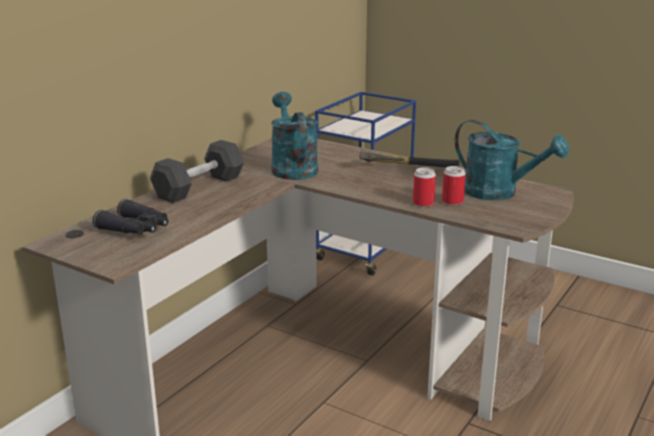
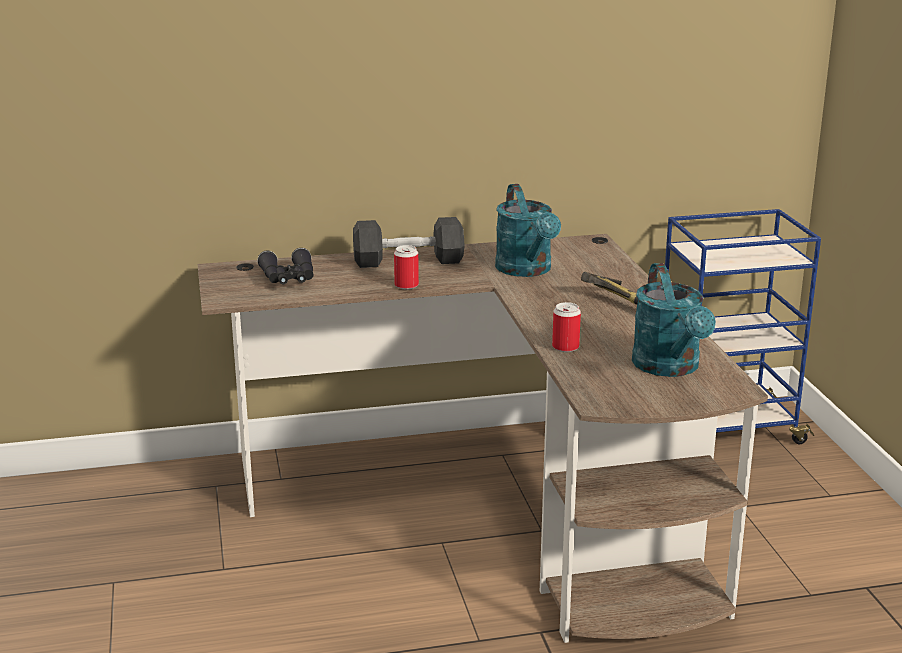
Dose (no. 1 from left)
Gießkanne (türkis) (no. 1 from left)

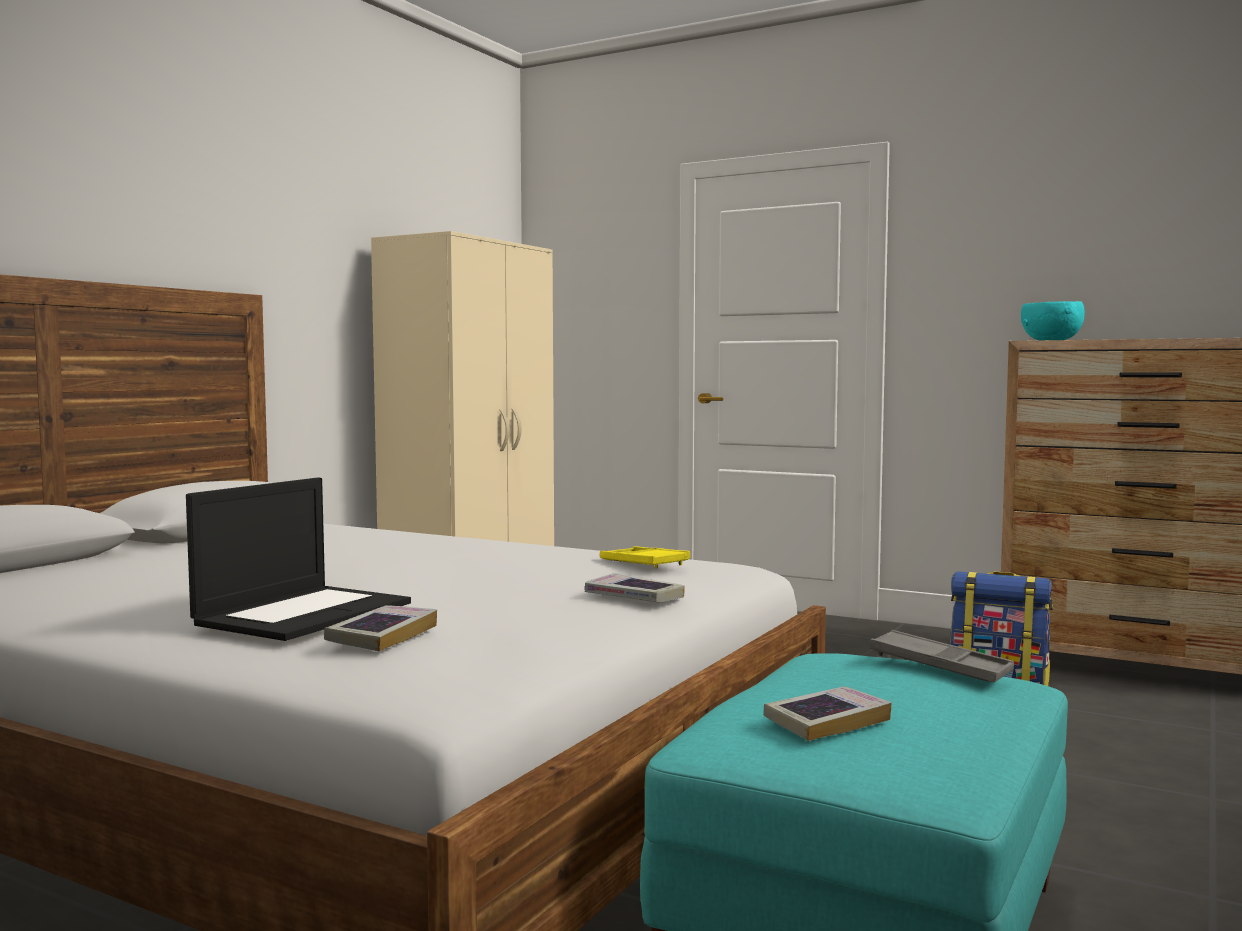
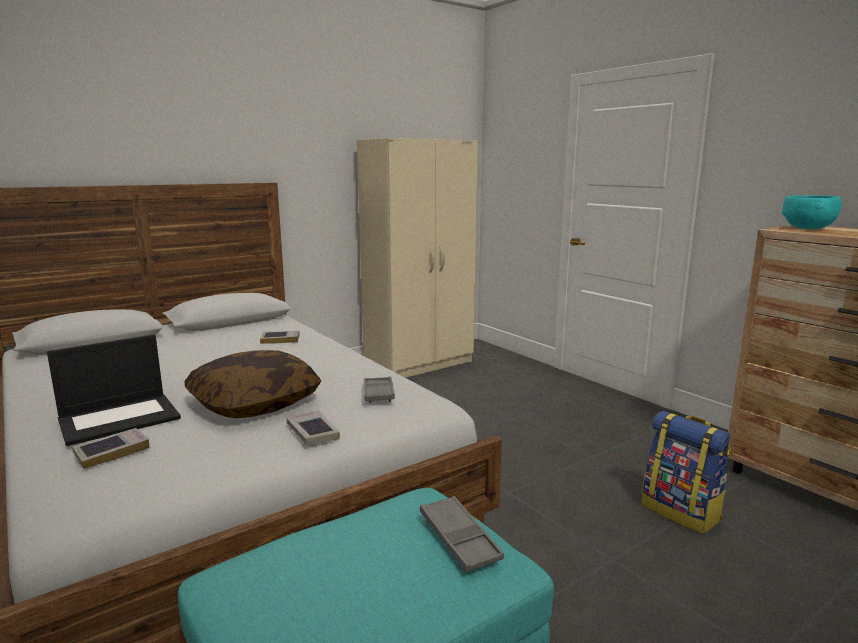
Kissen
Buch (no. 2 from left)
Tablett (grau) (no. 1 from left)

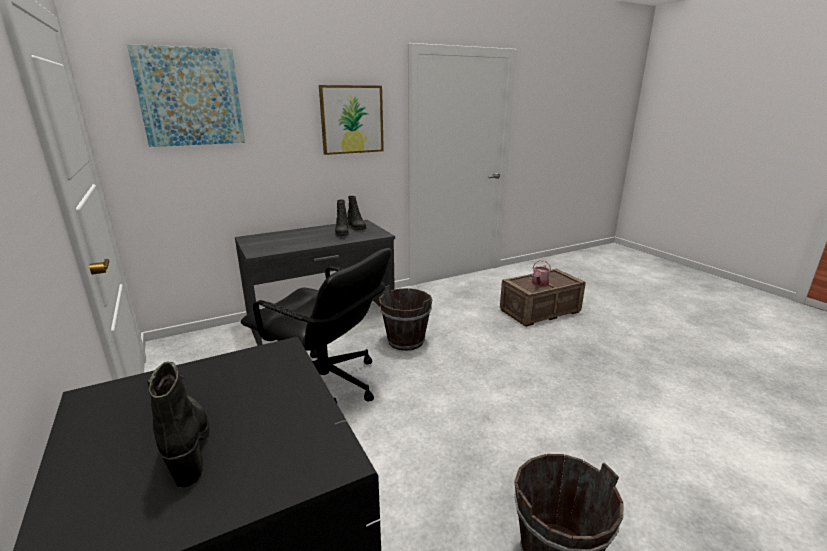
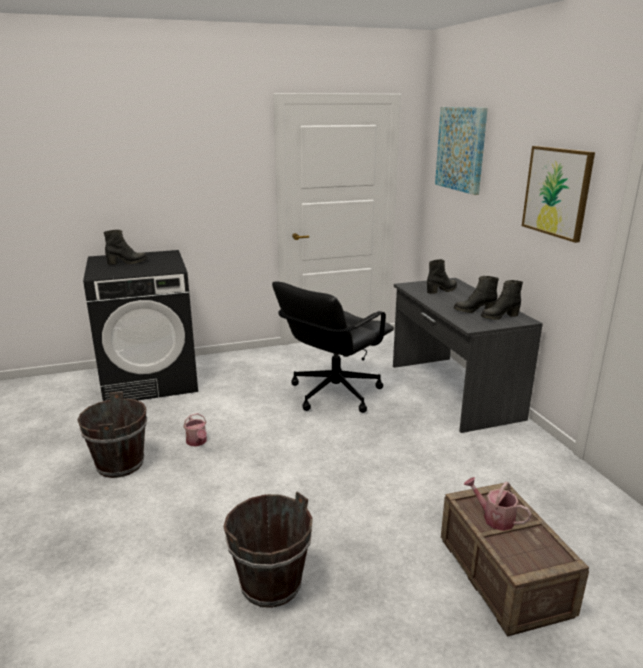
Gießkanne (no. 1 from left)
Stiefel (schwarz) (no. 2 from left)
Eimer (braun) (no. 2 from left)

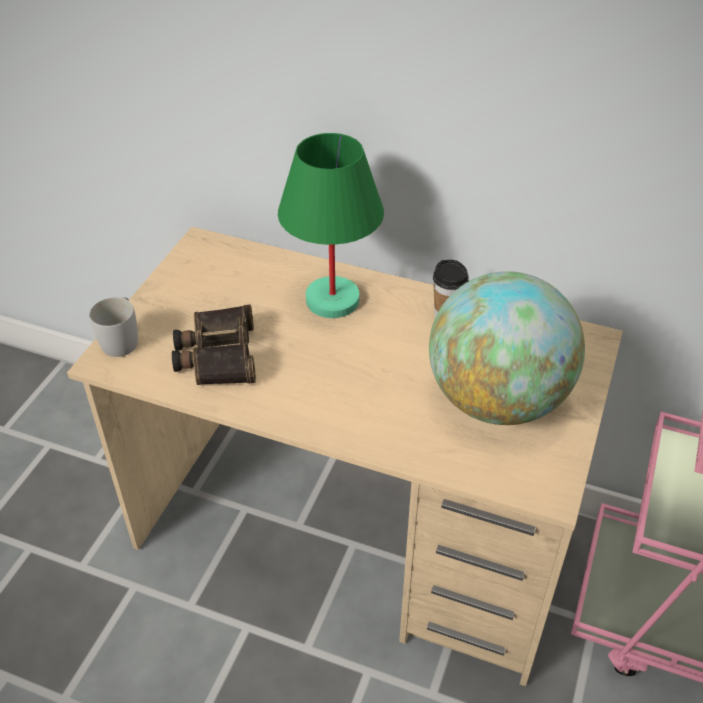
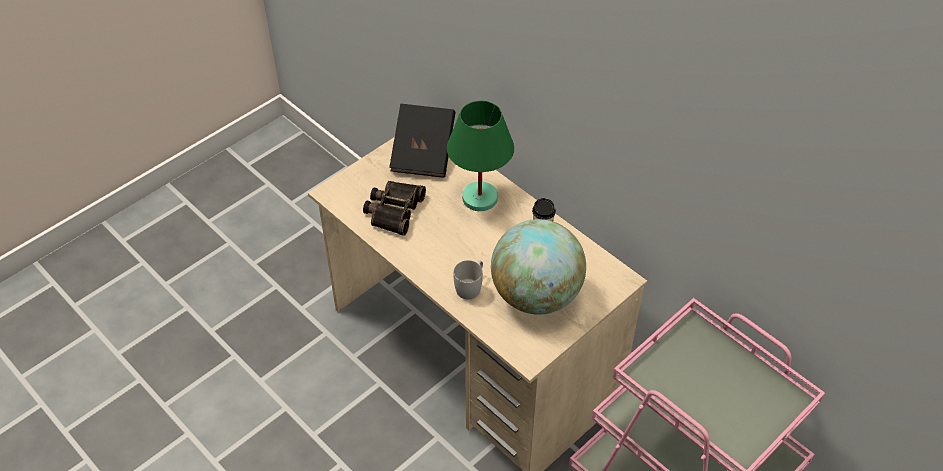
Buch (schwarz)
Henkelbecher (weiß)

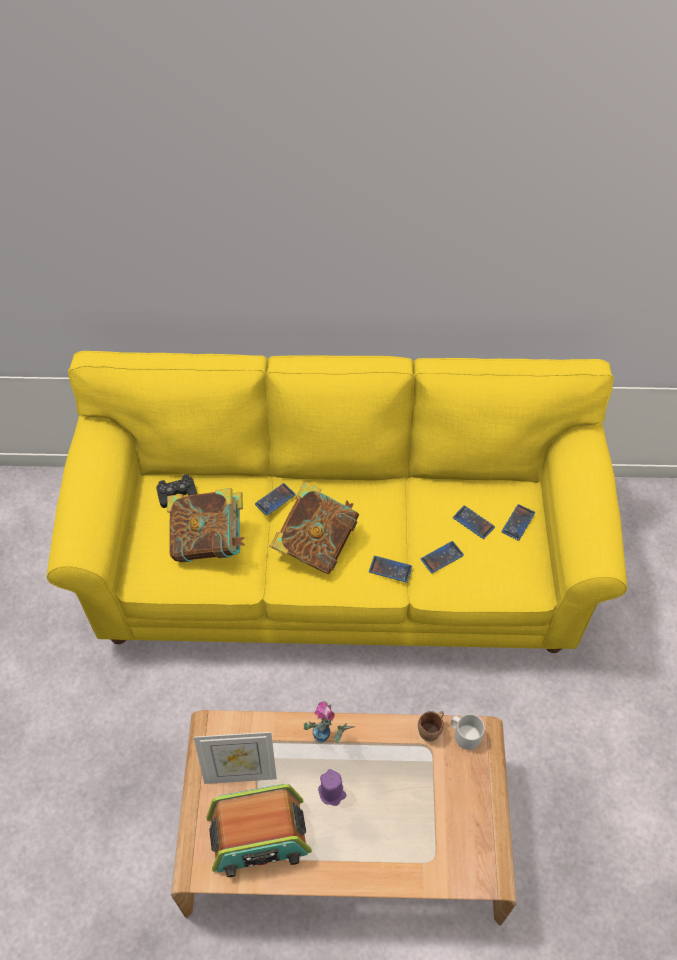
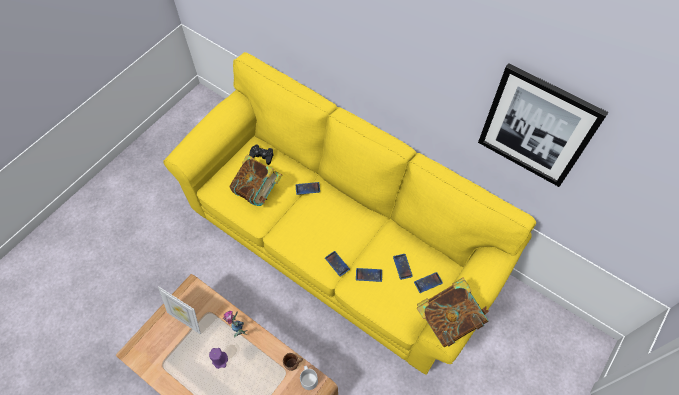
Radio
Bild
Buch (no. 2 from left)

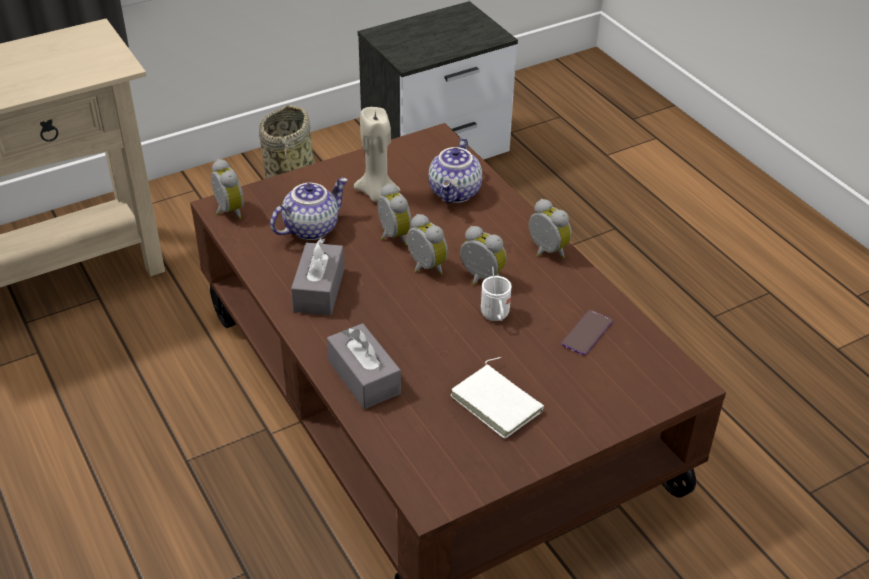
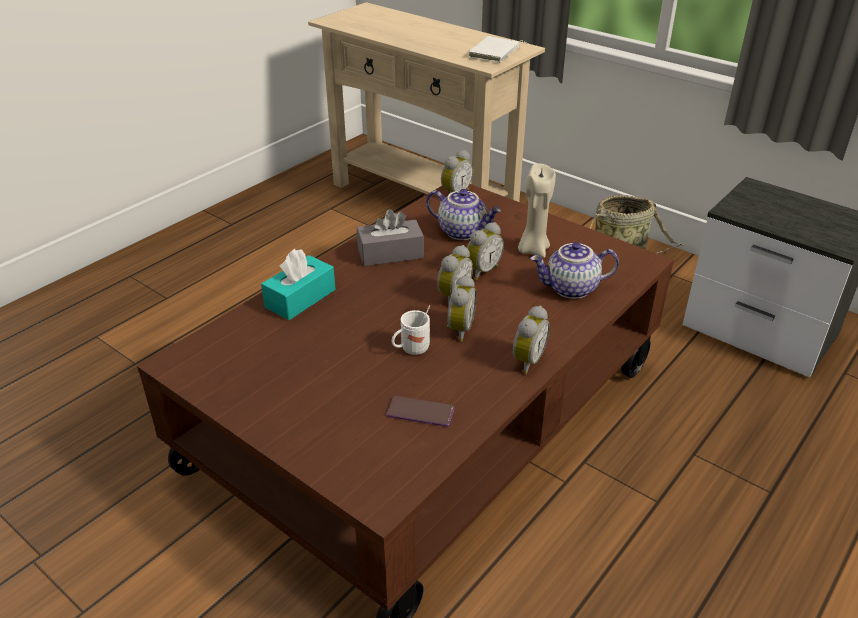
Buch (weiß)
Taschentuchbox (türkis)

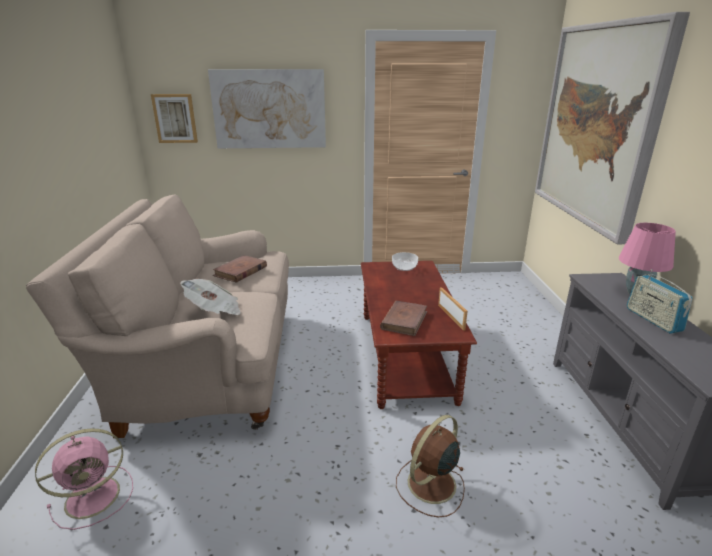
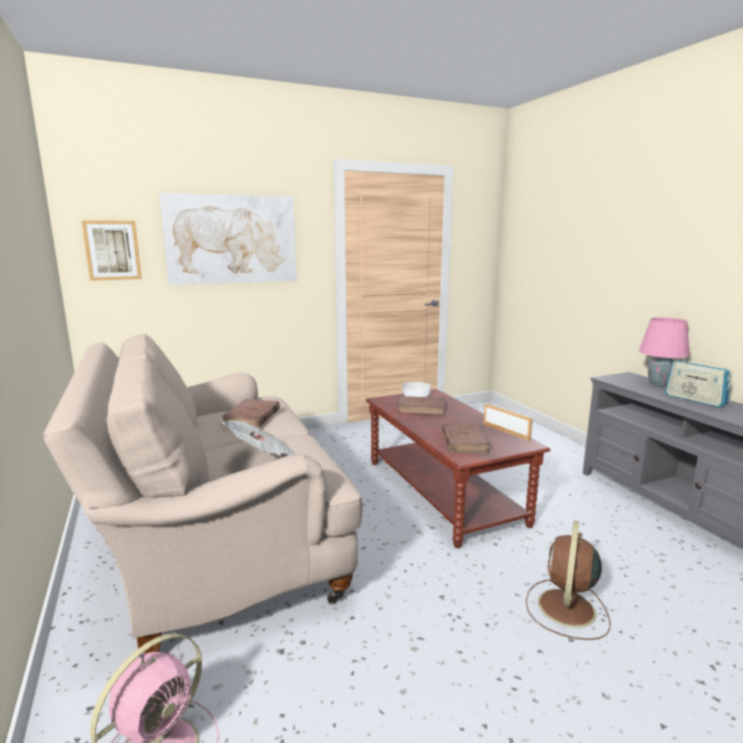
Bild (no. 3 from left in the first image)
Buch (braun) (no. 2 from left)

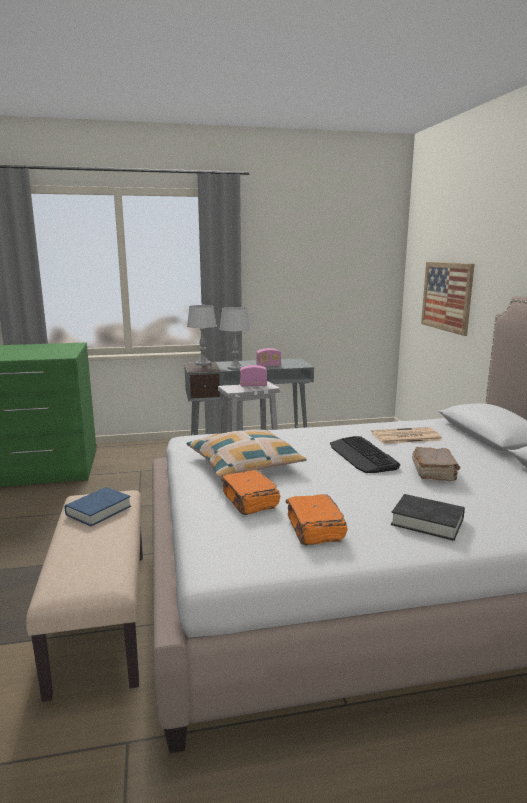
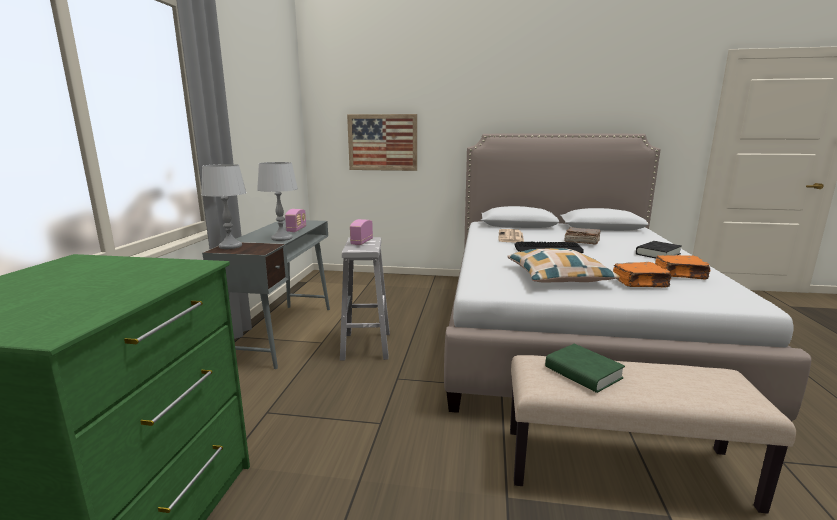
Buch (grün)

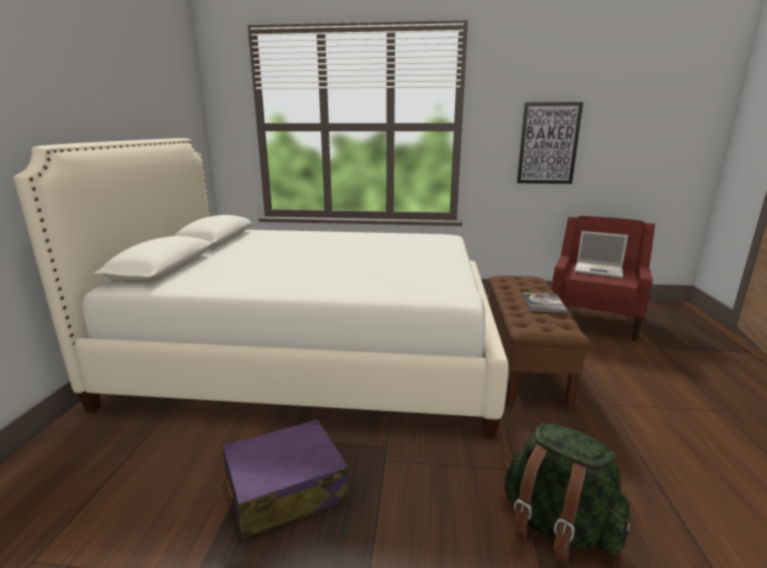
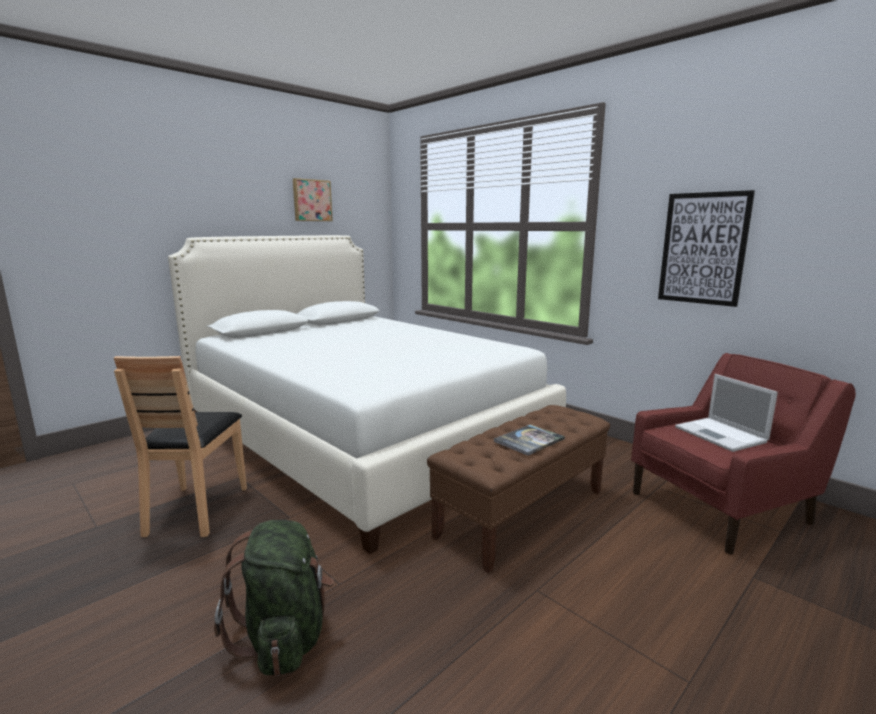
Bild (no. 1 from left)
Stuhl (braun)

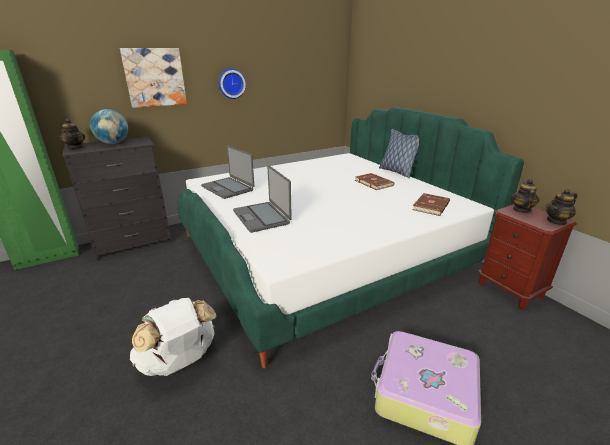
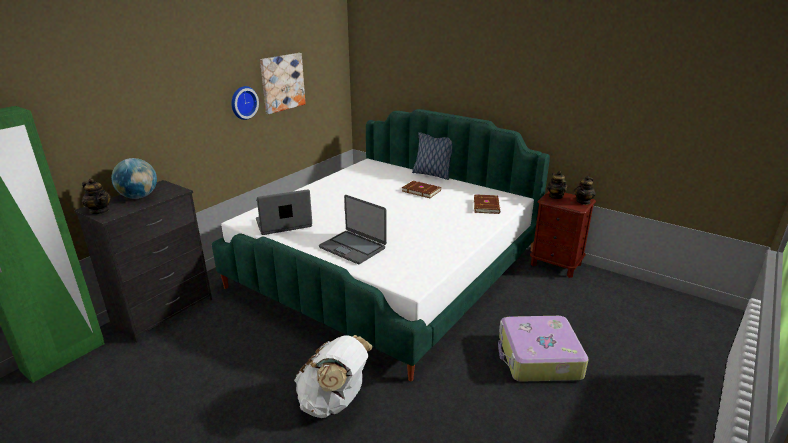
Bild
Laptop (no. 1 from left)

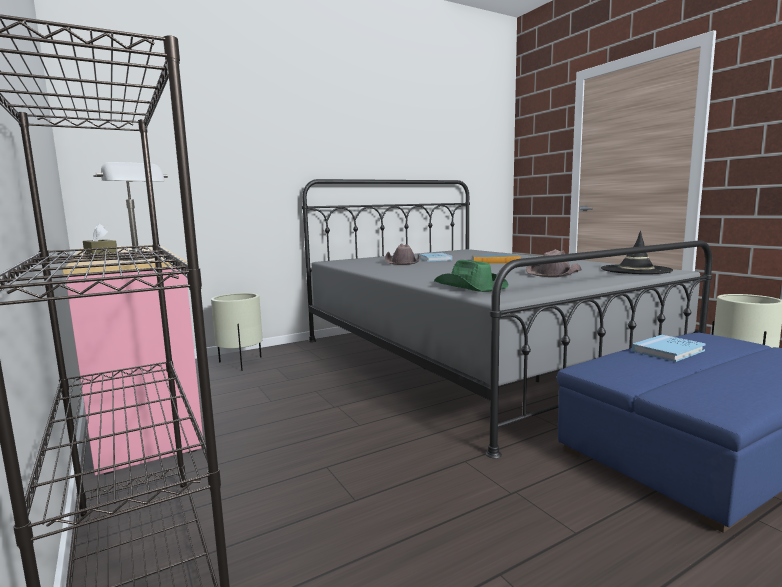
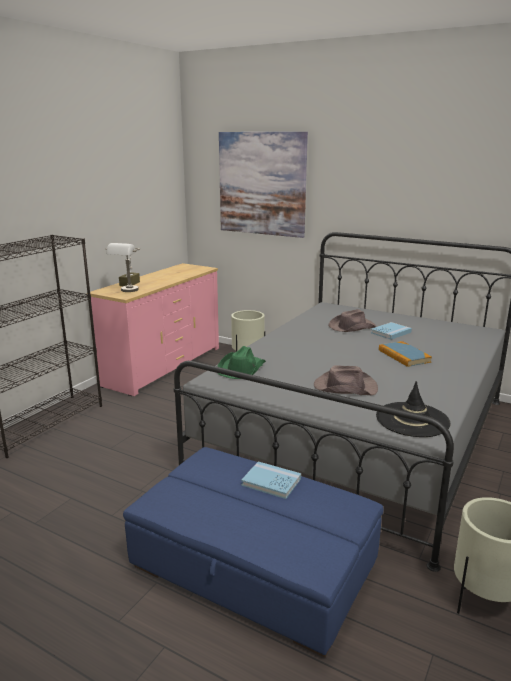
Bild

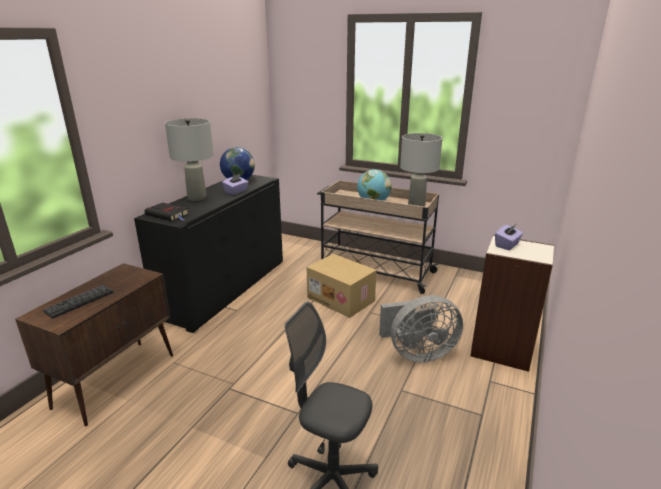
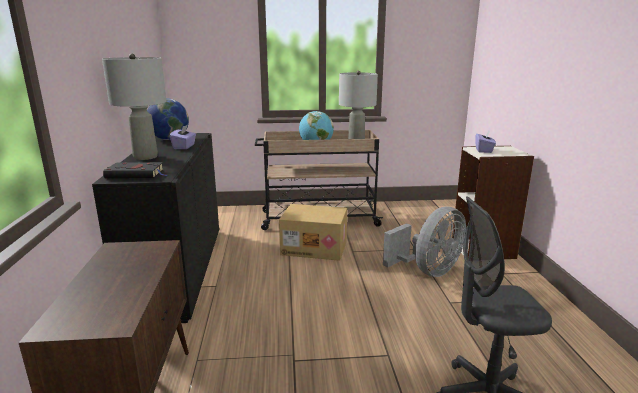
Tastatur

